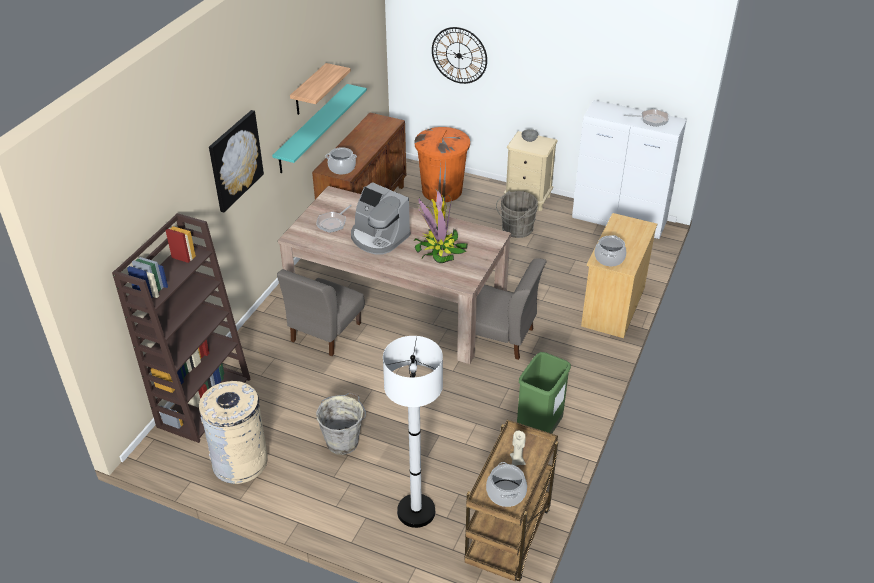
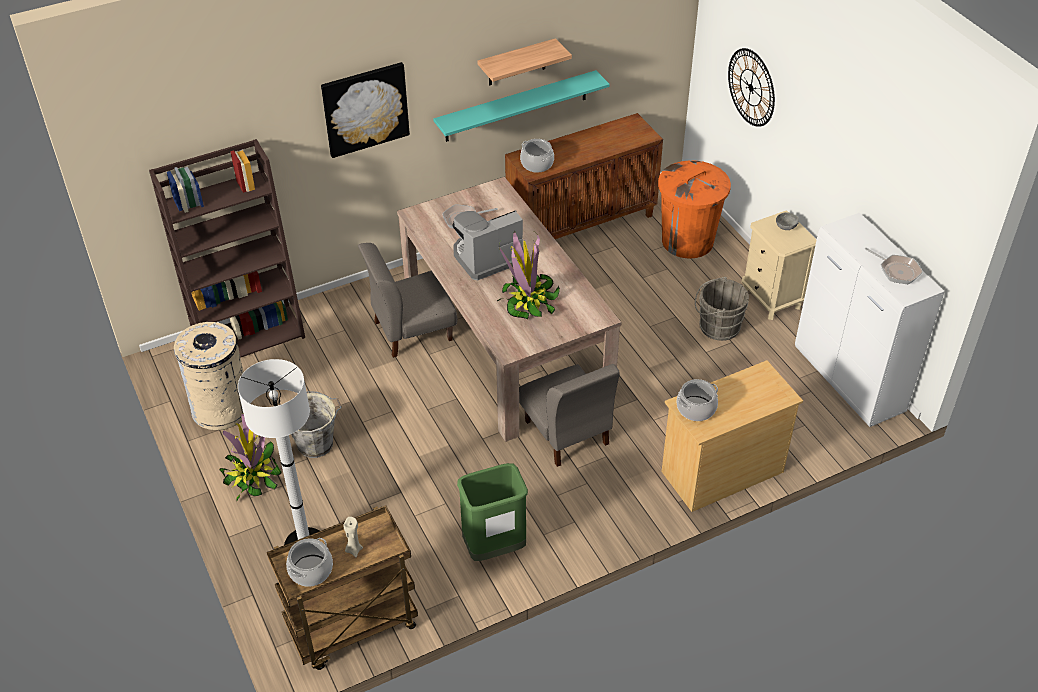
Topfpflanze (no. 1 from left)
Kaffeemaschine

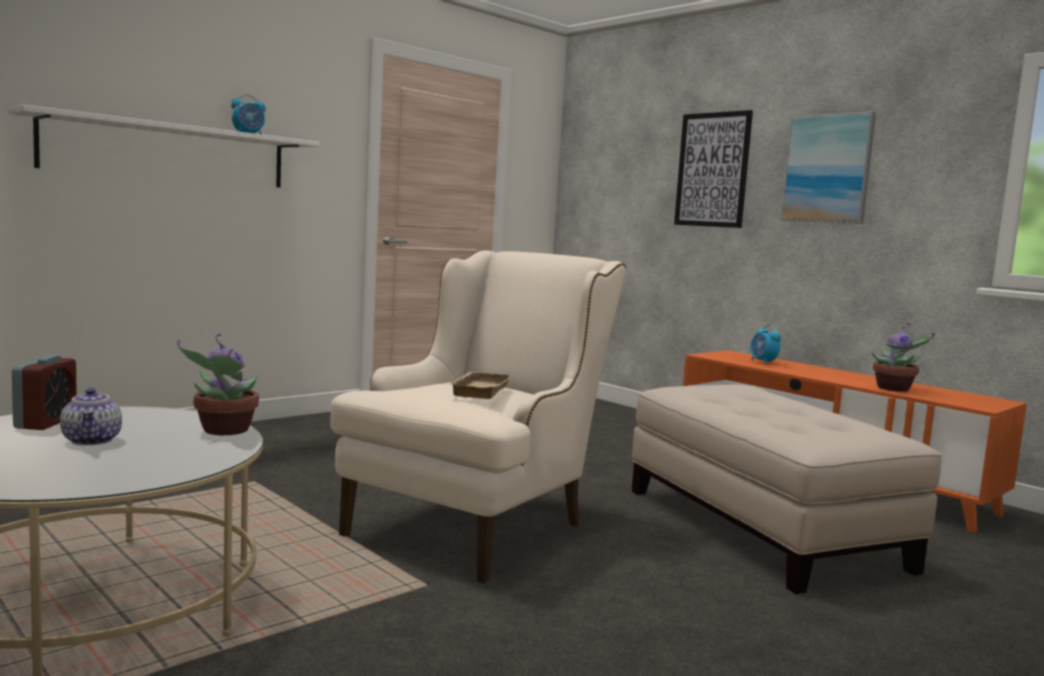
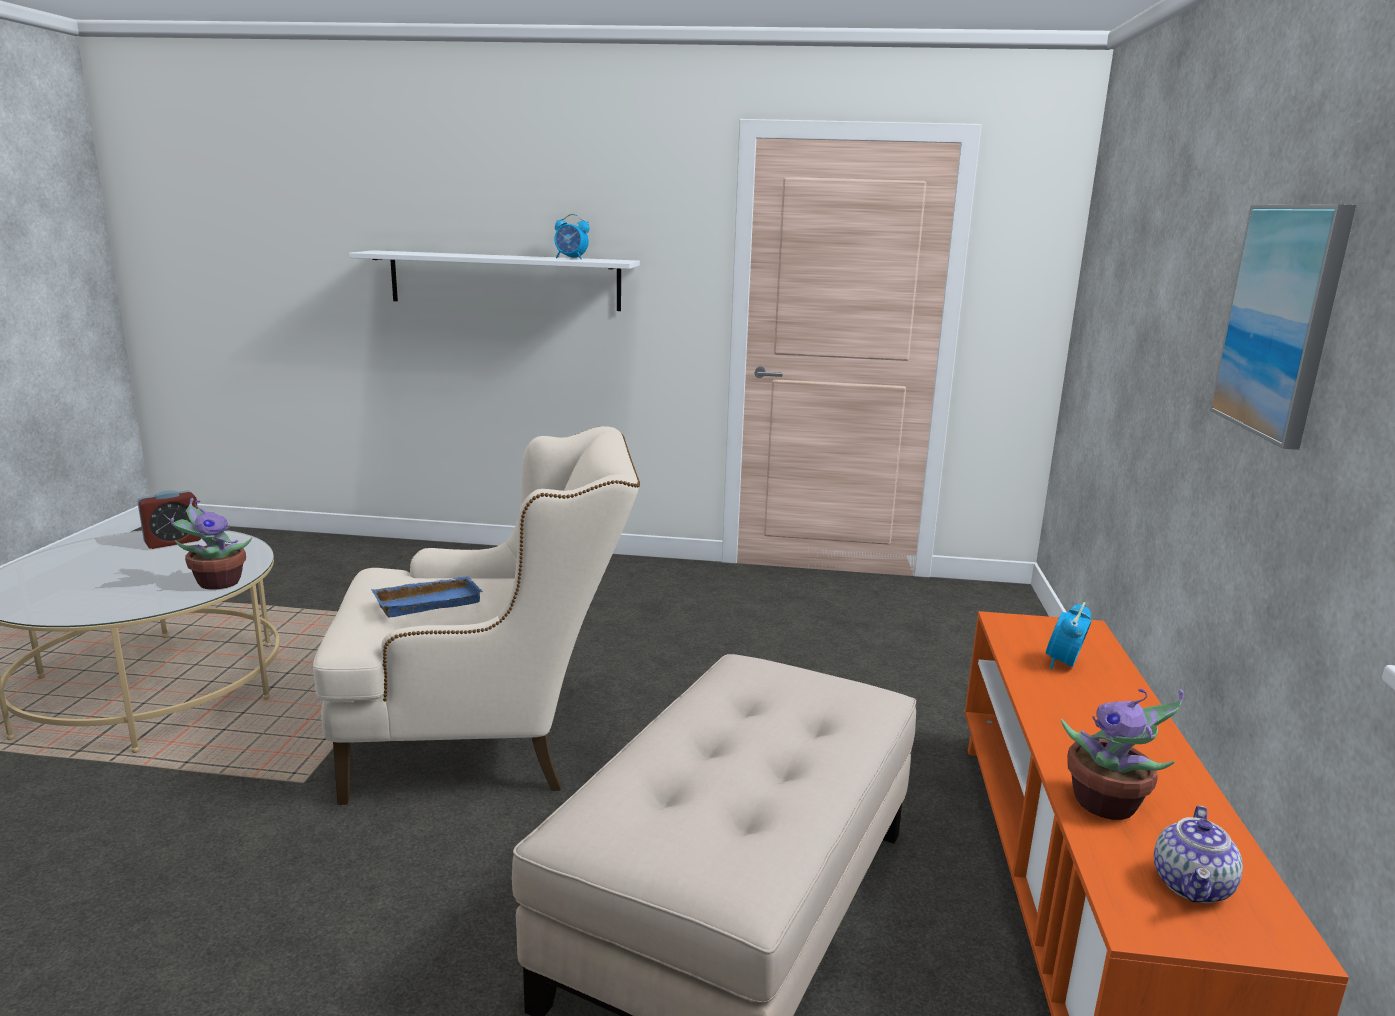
Bild (no. 1 from left in the first image)
Teekanne
Tablett (blau)

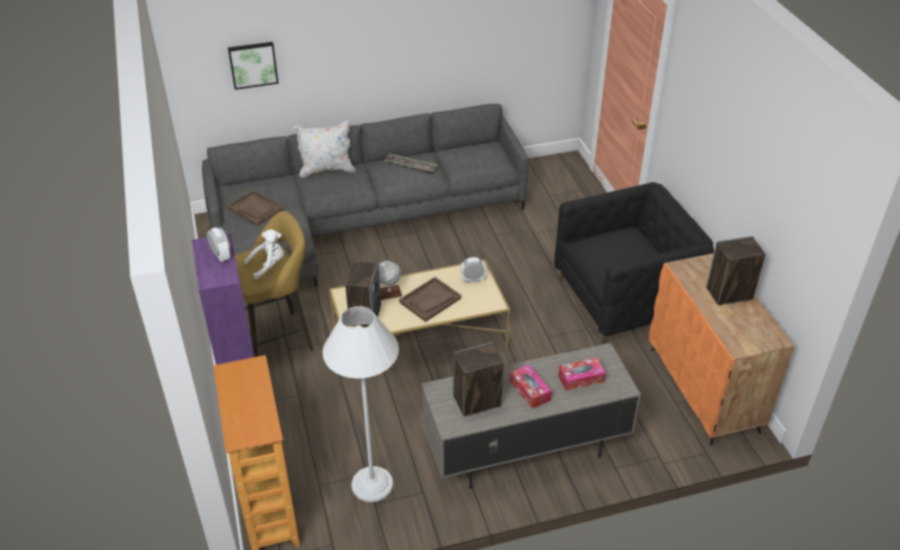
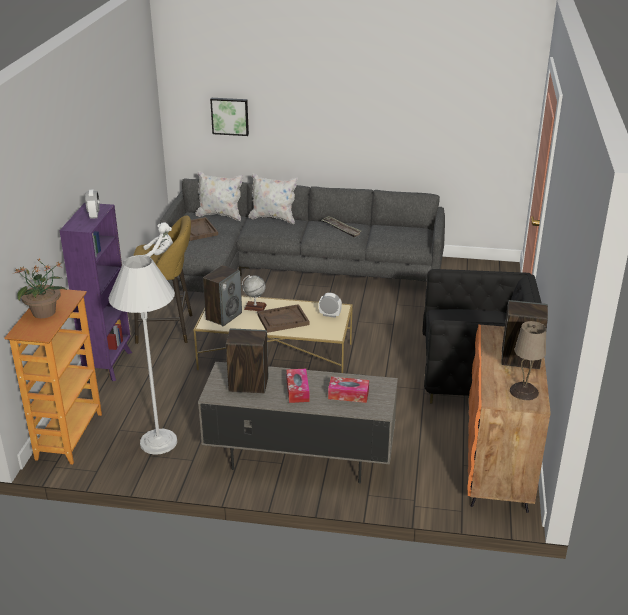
Topfpflanze
Kissen (weiß) (no. 1 from left)
Tischlampe (beige)

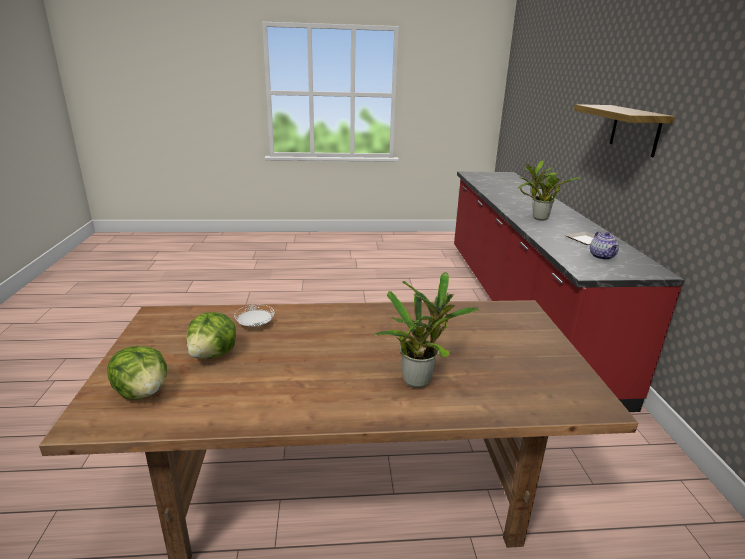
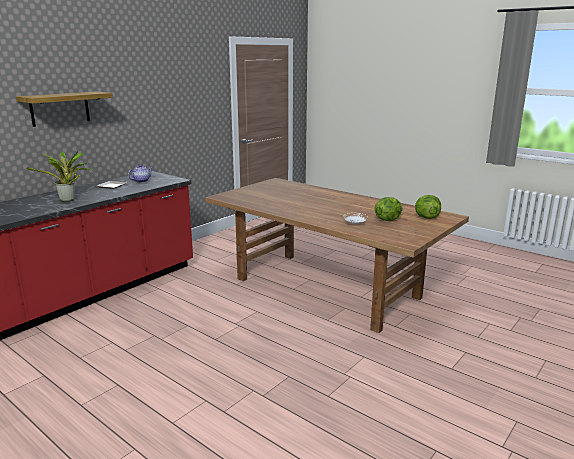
Topfpflanze (no. 1 from left in the first image)

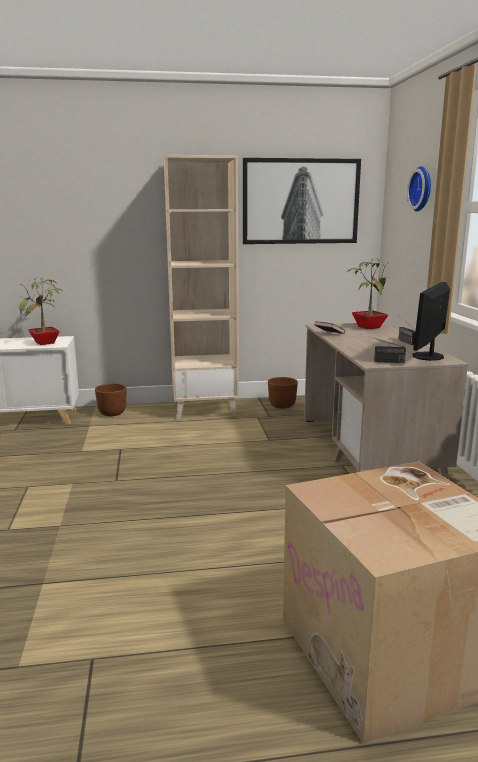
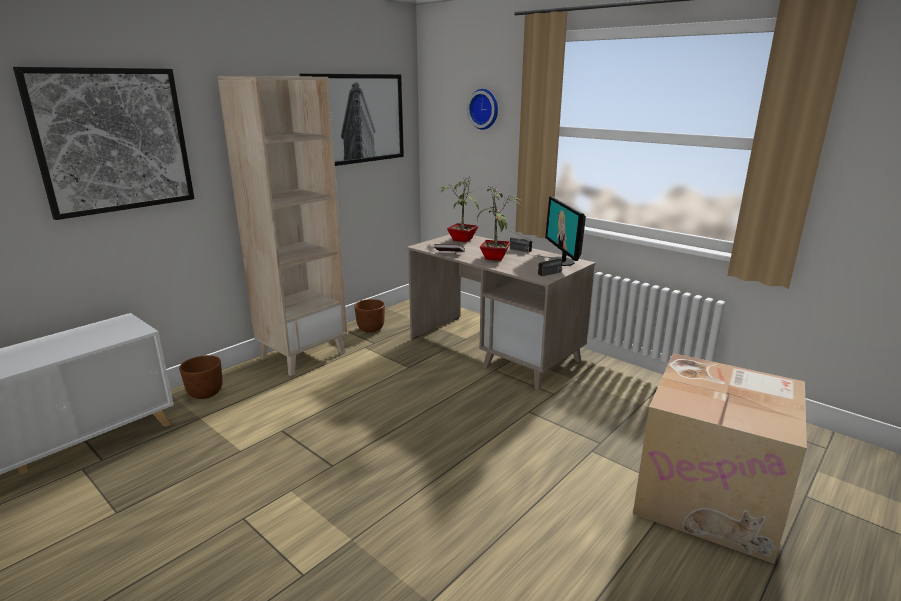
Bild (no. 1 from left)
Topfpflanze (no. 2 from left)

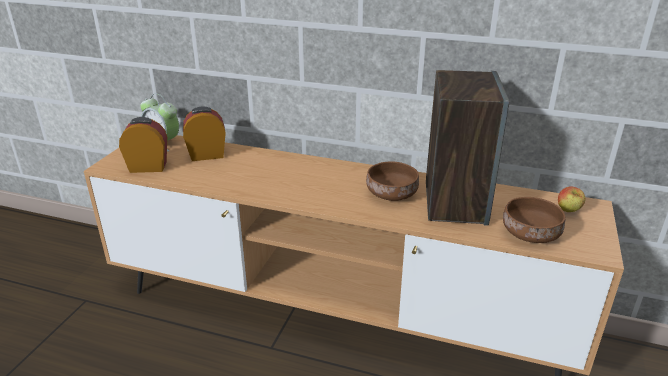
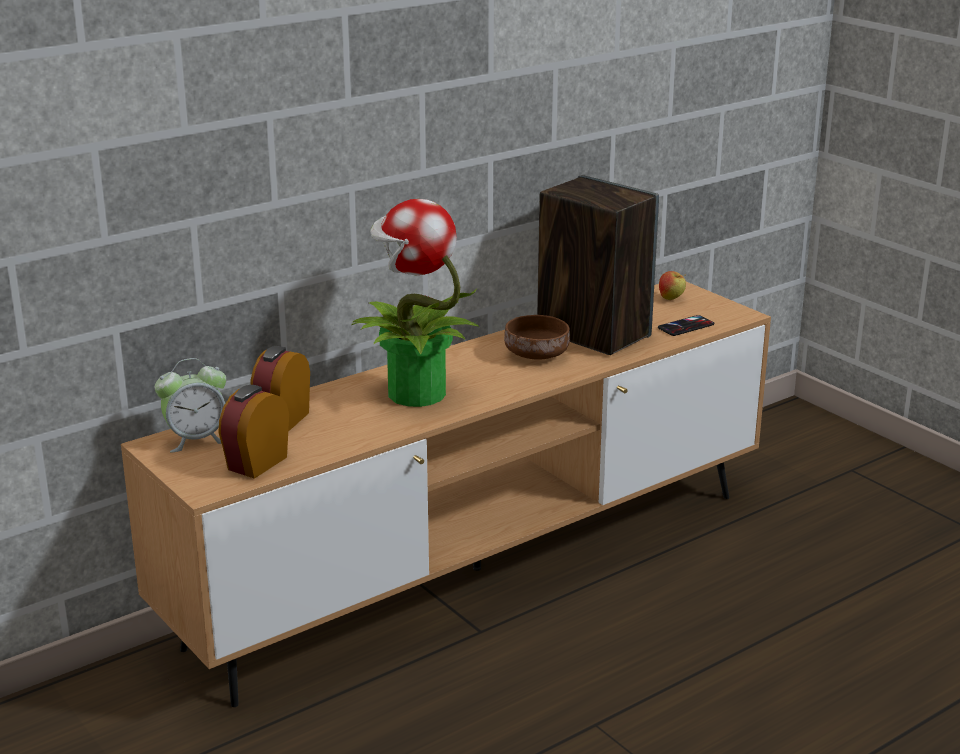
Topfpflanze
Handy

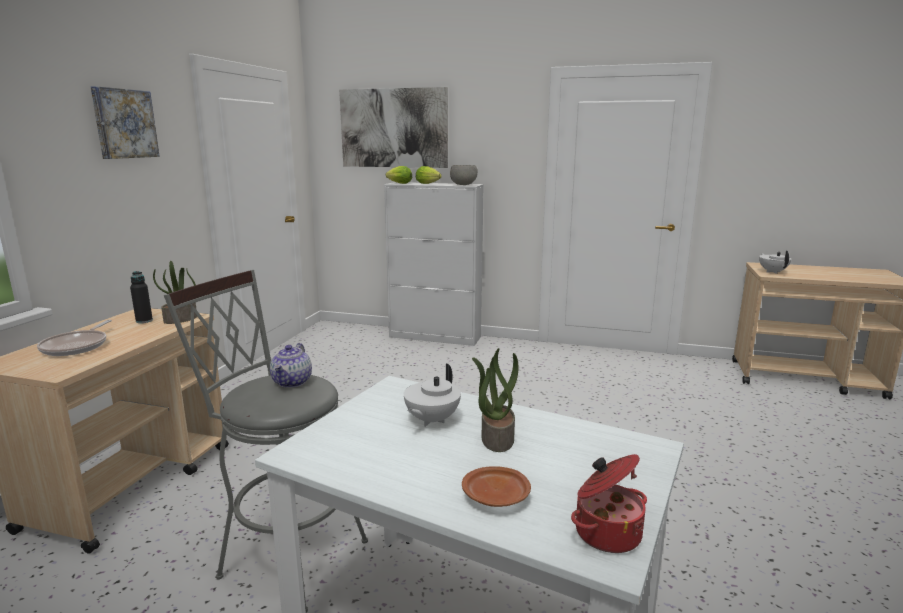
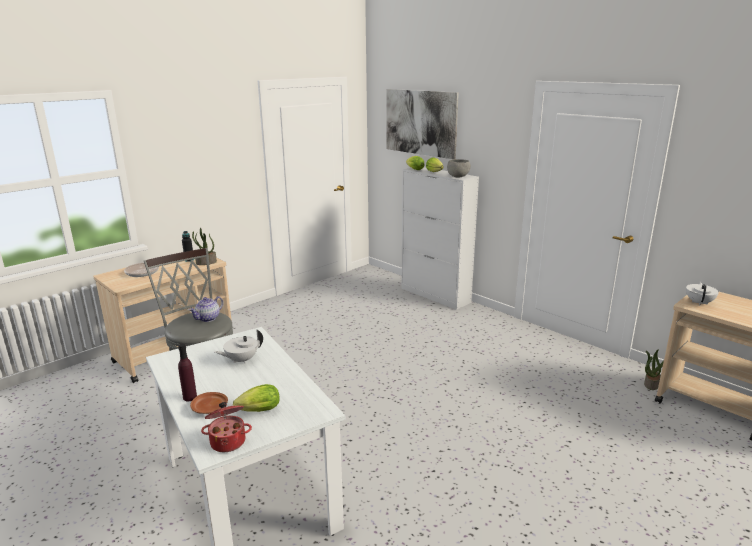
Bild (no. 1 from left in the first image)
Flasche (lila)
Salatkopf (no. 1 from left)
Topfpflanze (no. 2 from left)

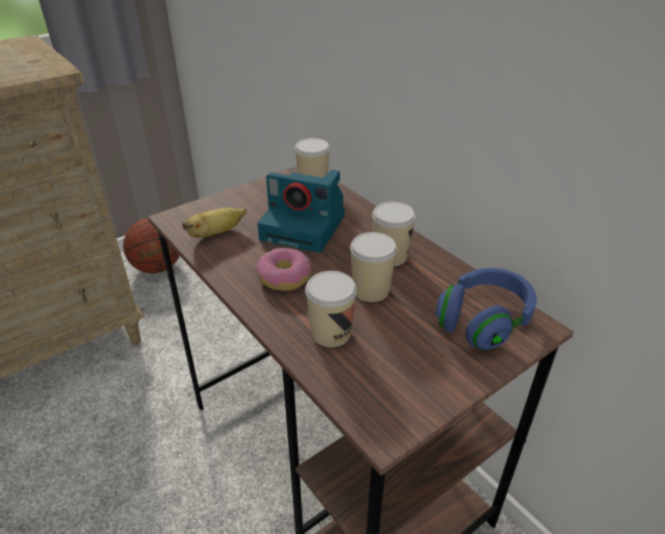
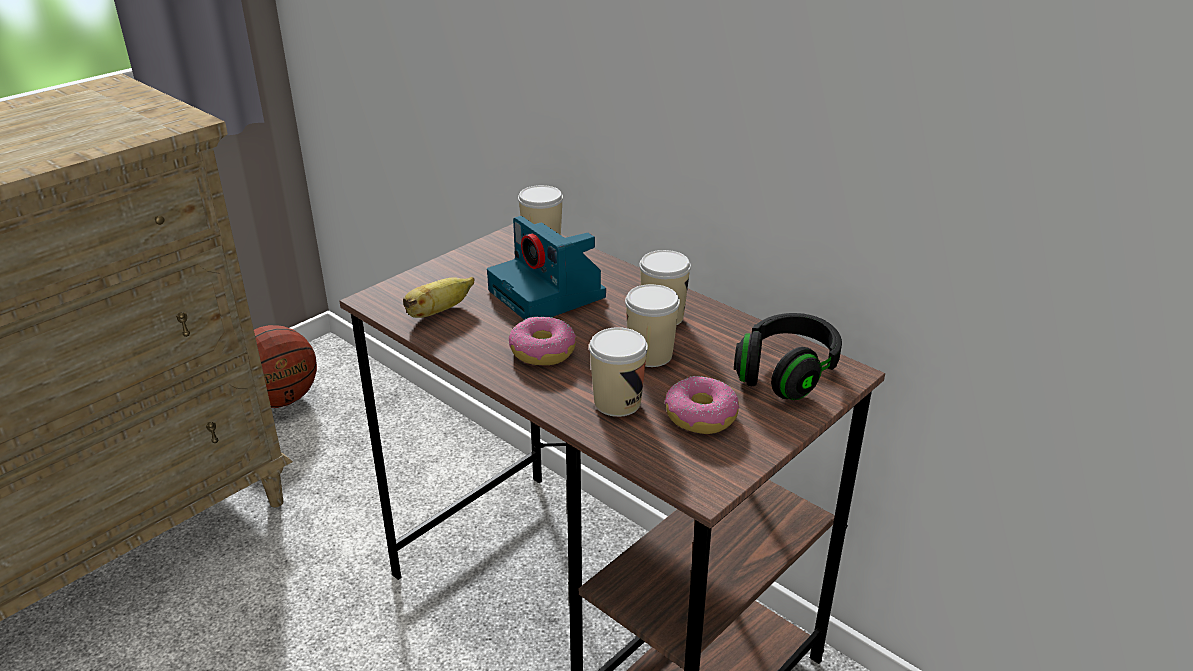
Donut (no. 2 from left)
Kopfhörer (schwarz)
Kamera

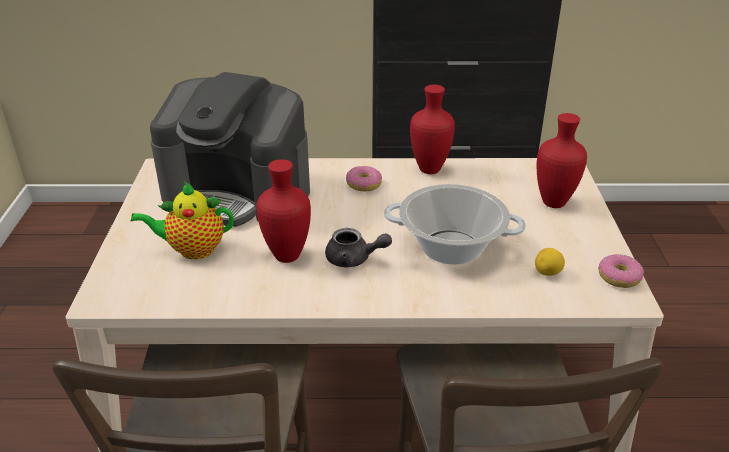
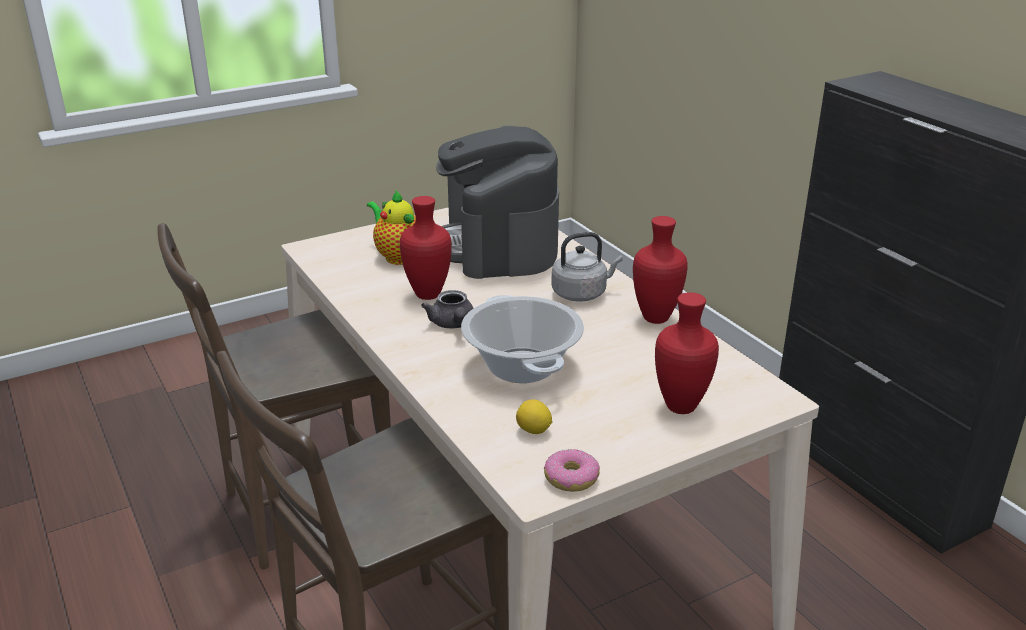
Wasserkessel (grau)

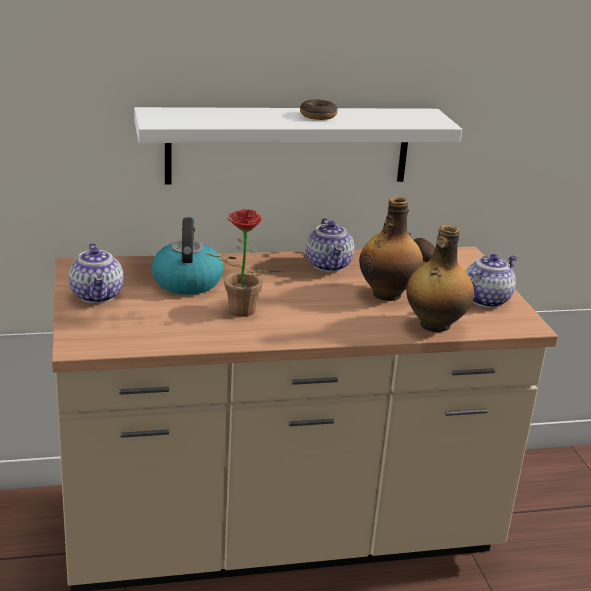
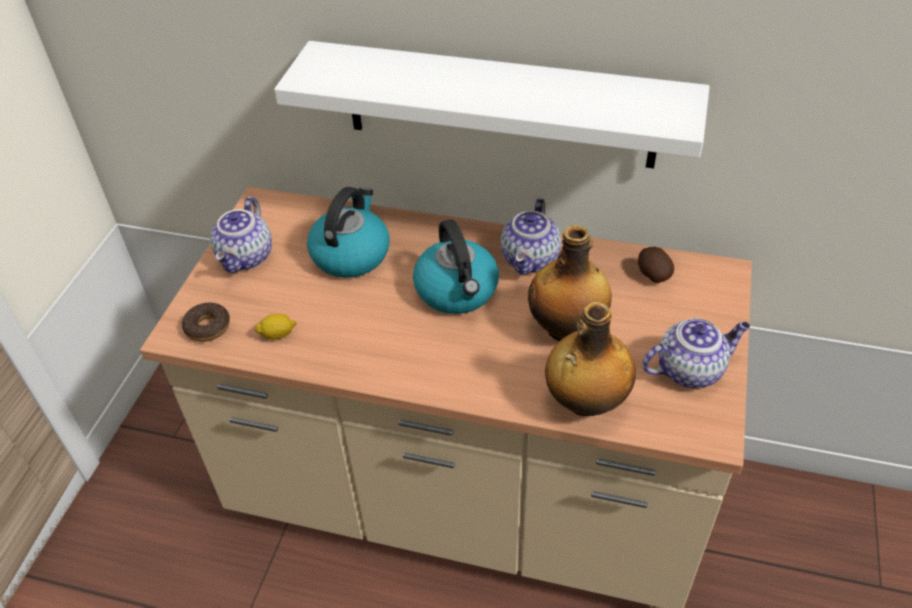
Topfpflanze
Zitrone
Wasserkessel (no. 2 from left)
Donut

